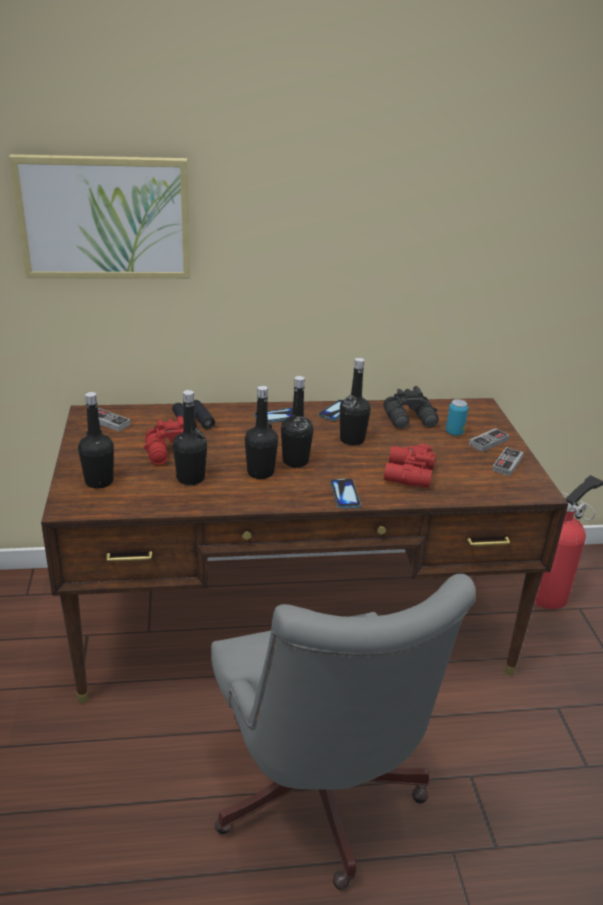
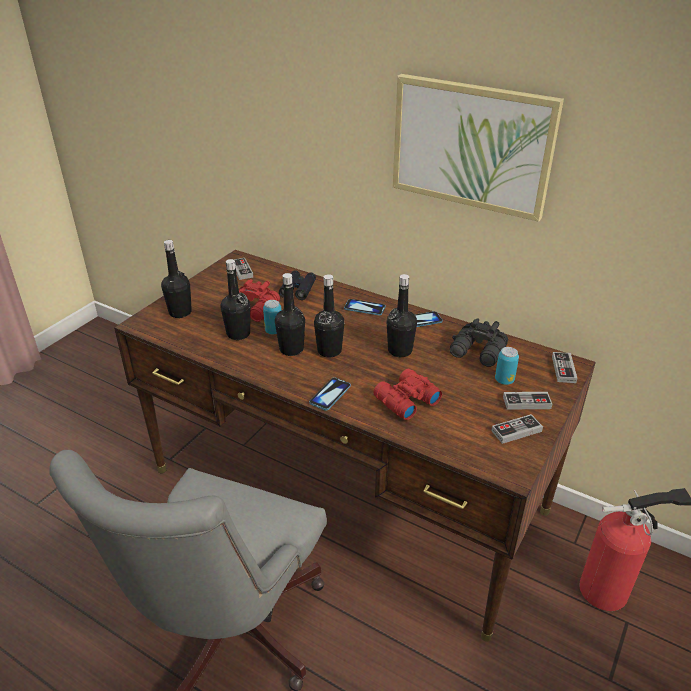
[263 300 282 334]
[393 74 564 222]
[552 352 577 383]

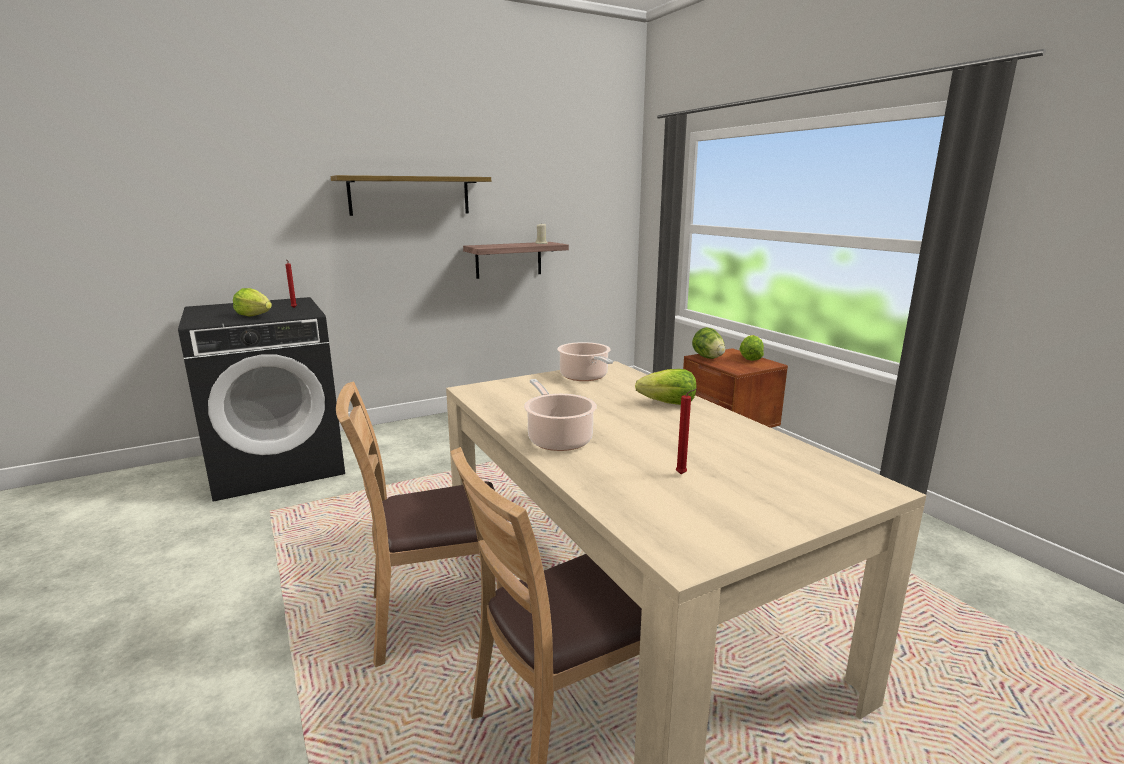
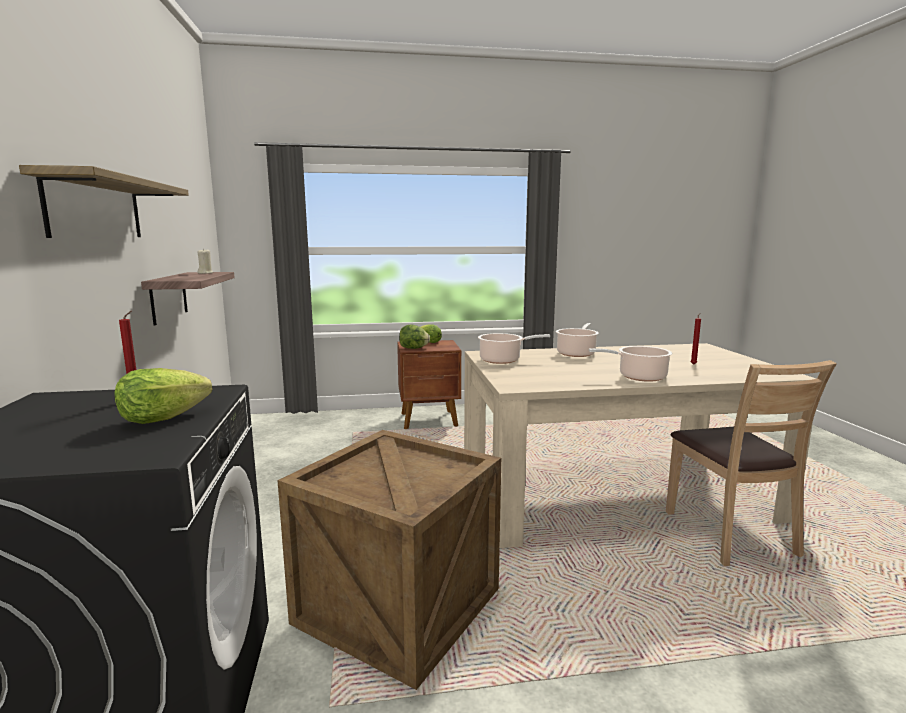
[277 430 501 690]
[556 323 599 357]
[336 381 507 667] (first image)

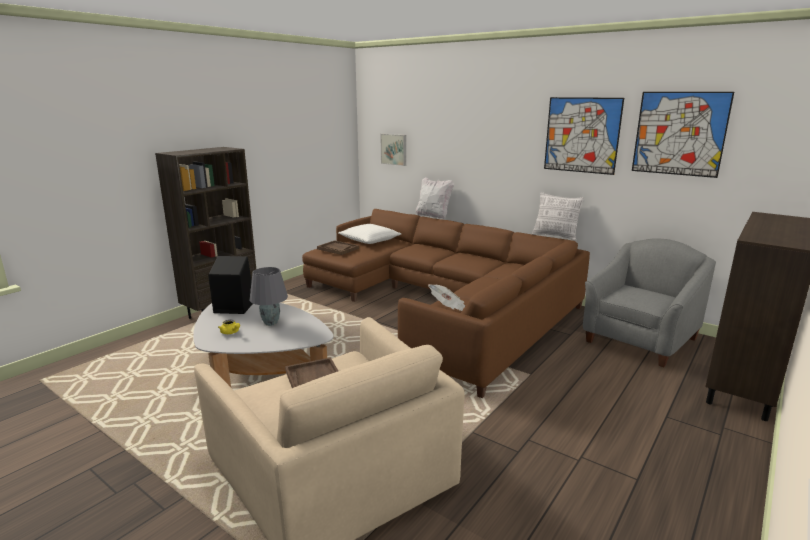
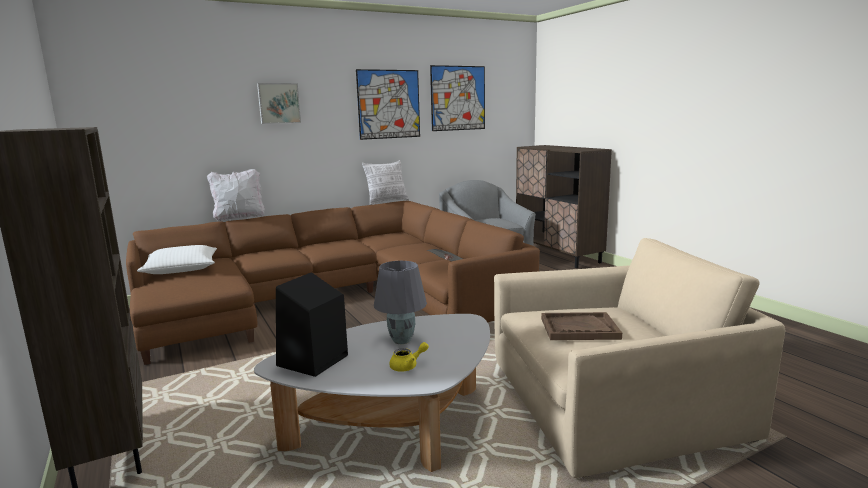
[257 83 301 124]
[317 240 359 255] (first image)

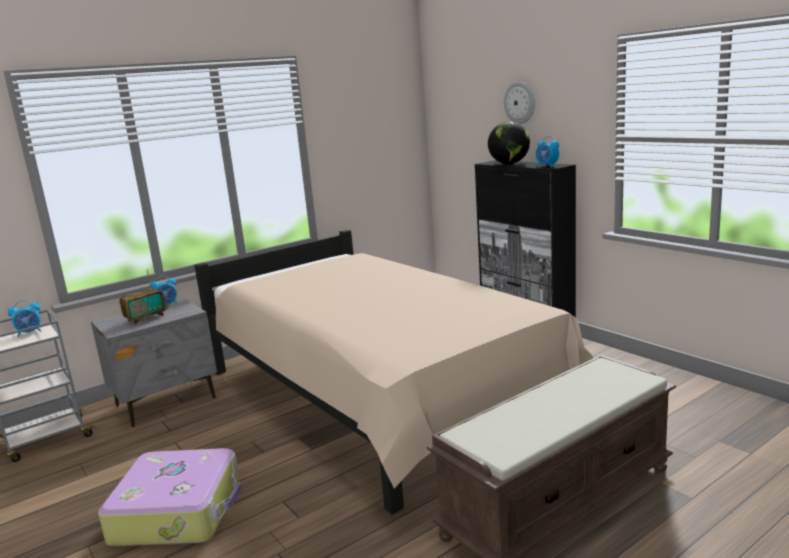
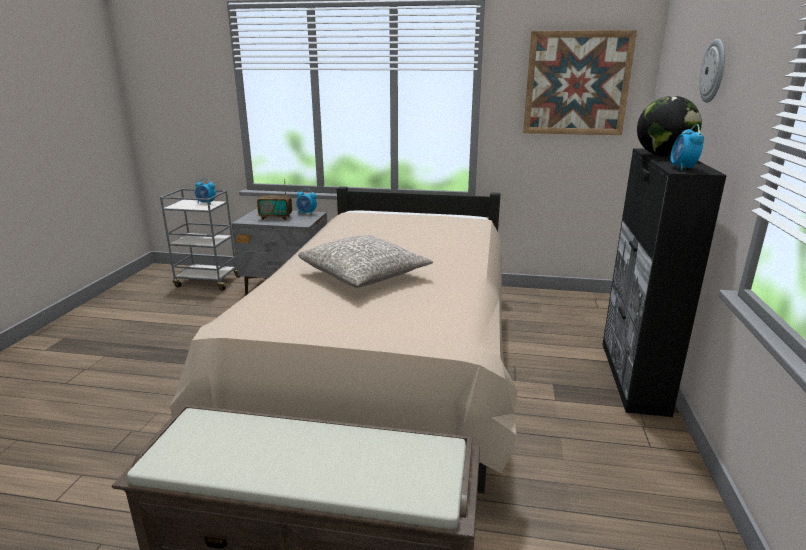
[298 236 433 288]
[523 30 637 135]
[98 448 242 546] (first image)

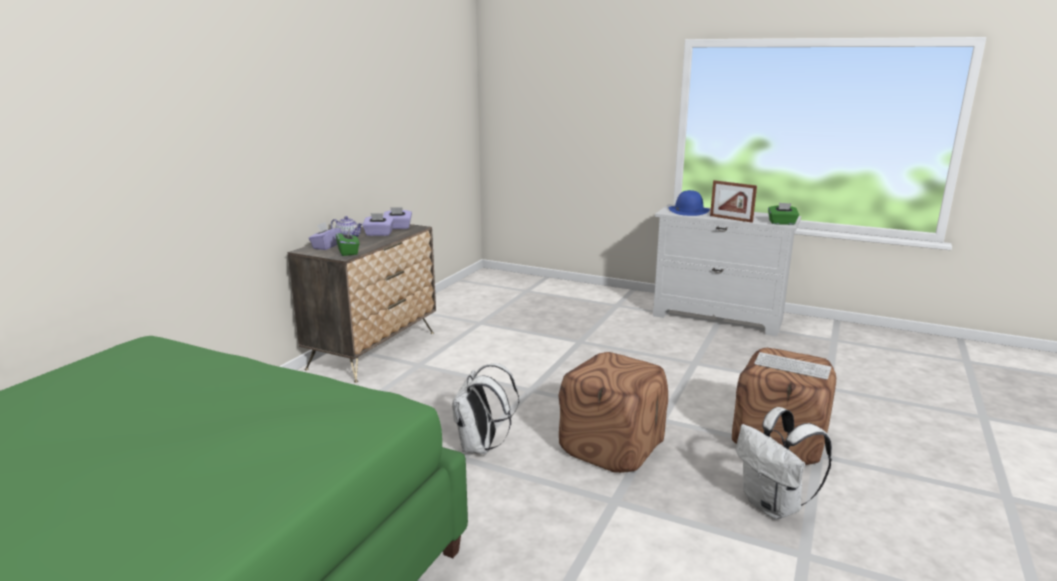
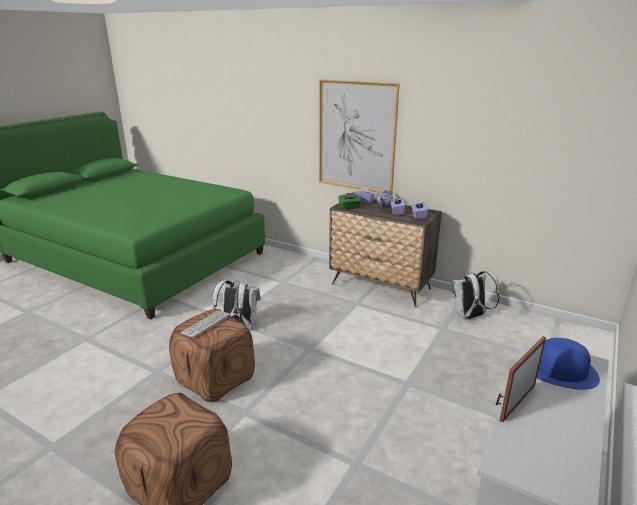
[181 310 230 338]
[319 79 400 194]
[452 271 500 320]
[768 203 799 225] (first image)

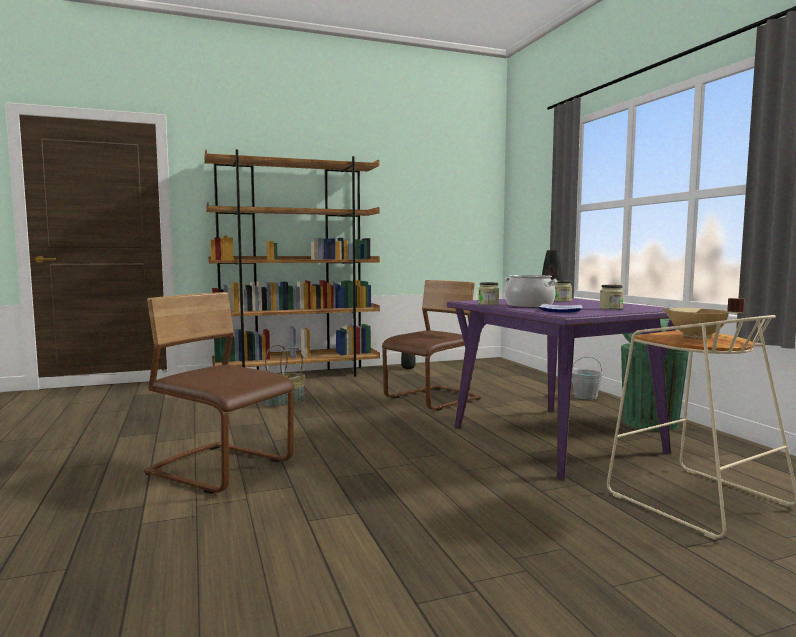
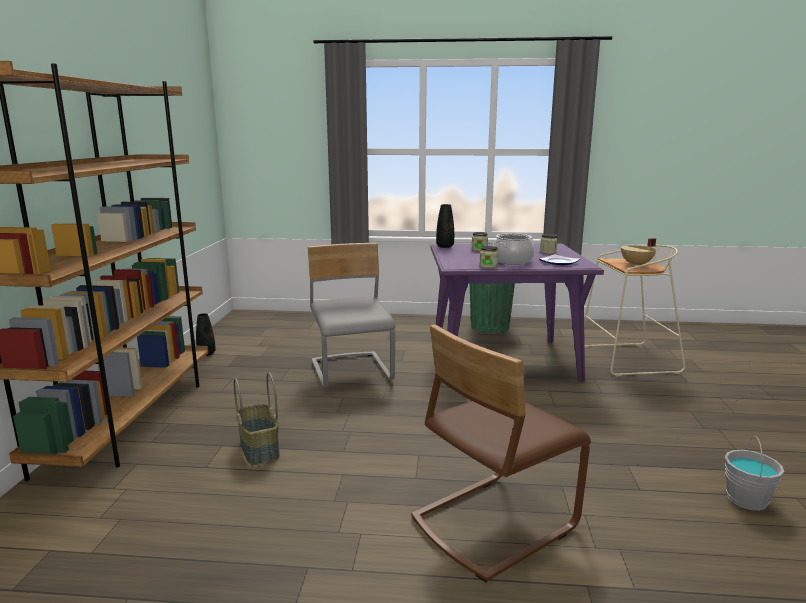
[308 243 395 388]
[725 436 784 511]

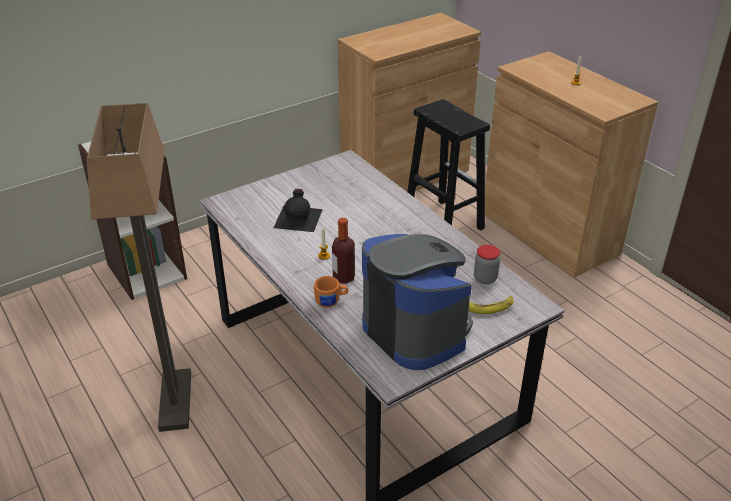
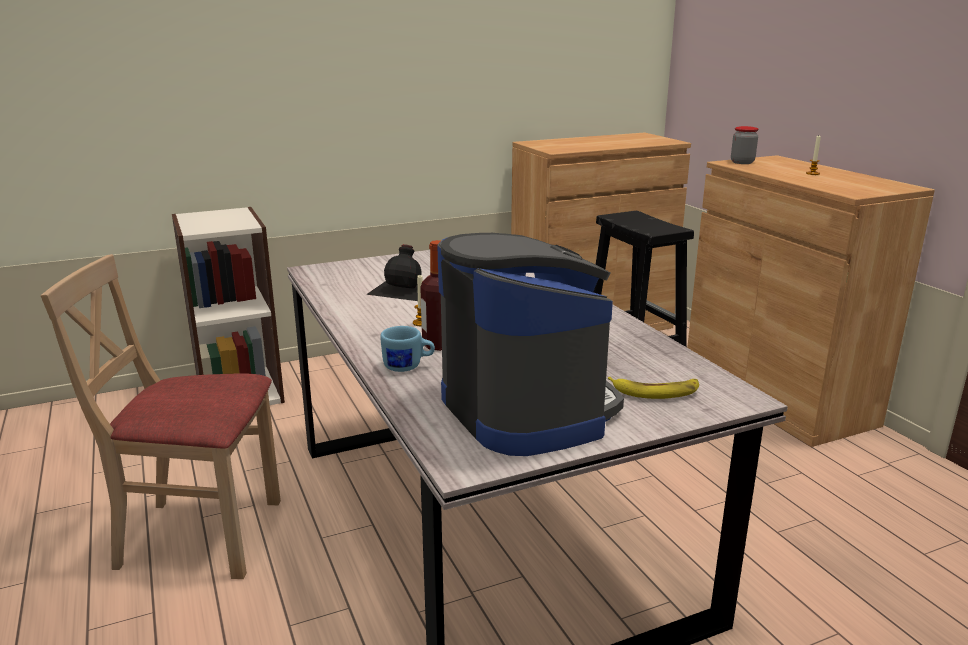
[41 254 281 579]
[381 326 435 372]
[731 126 758 164]

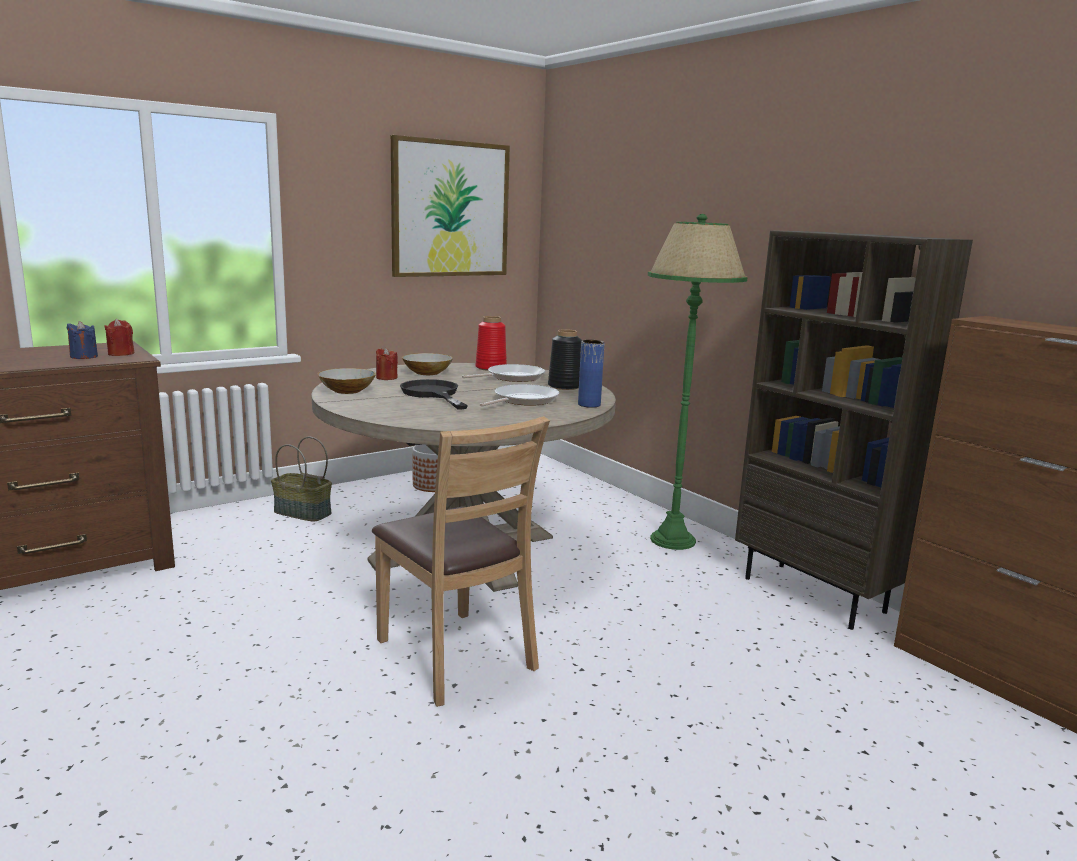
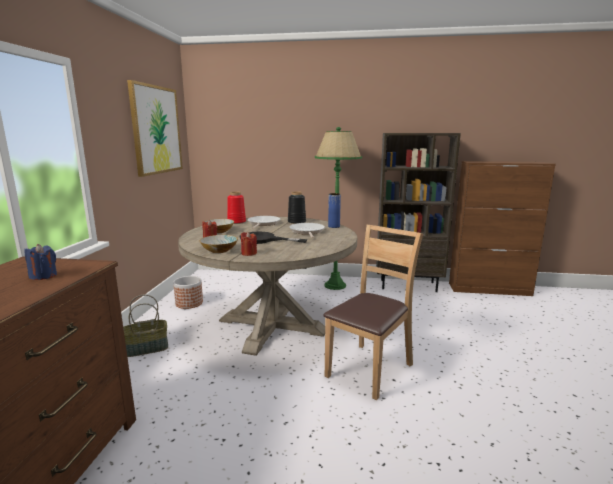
[241 232 257 256]
[323 225 423 400]

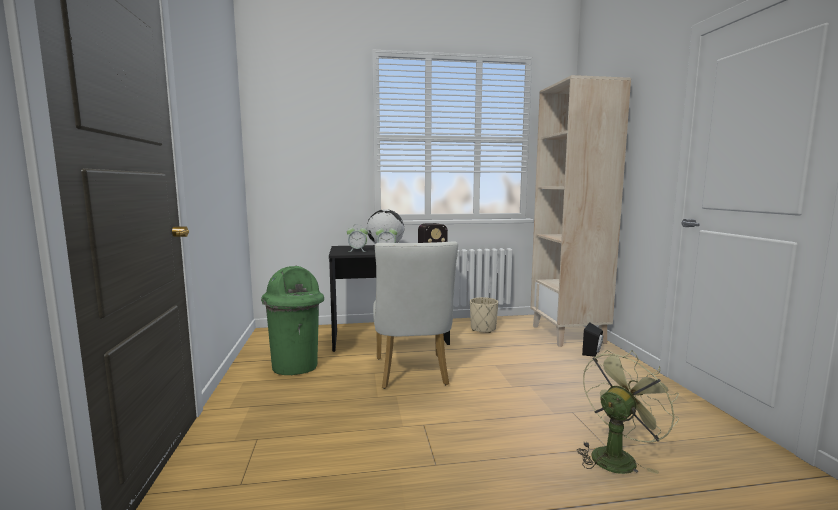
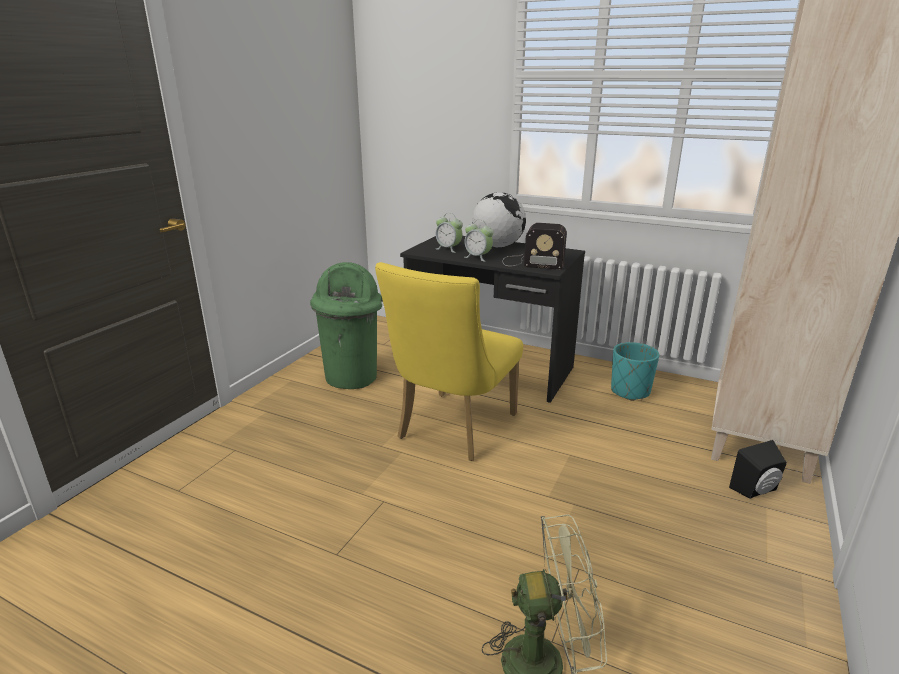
[375 262 523 461]
[611 342 659 401]

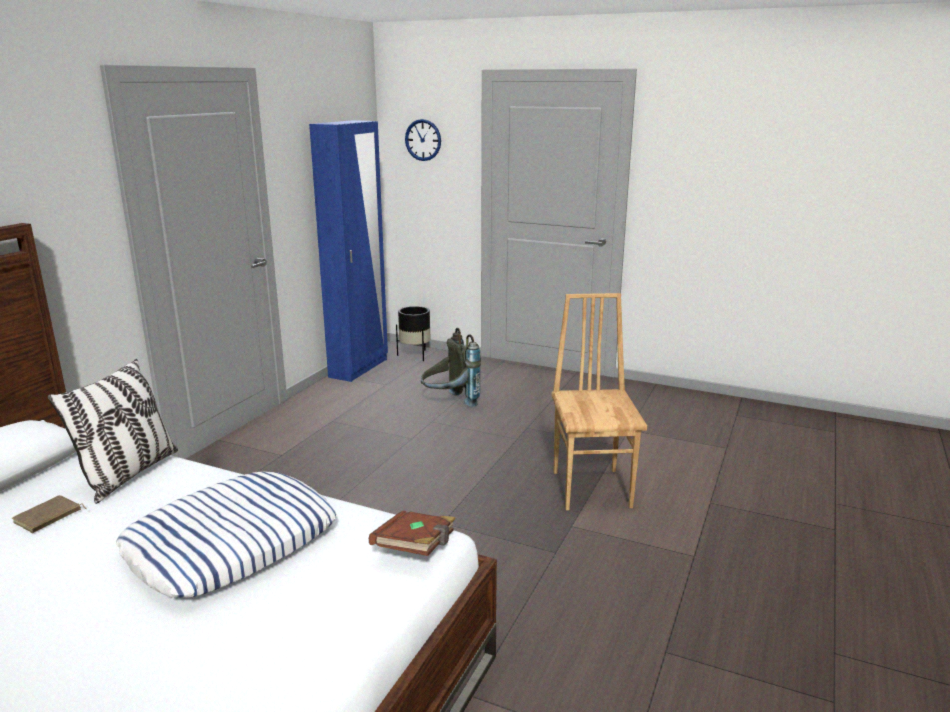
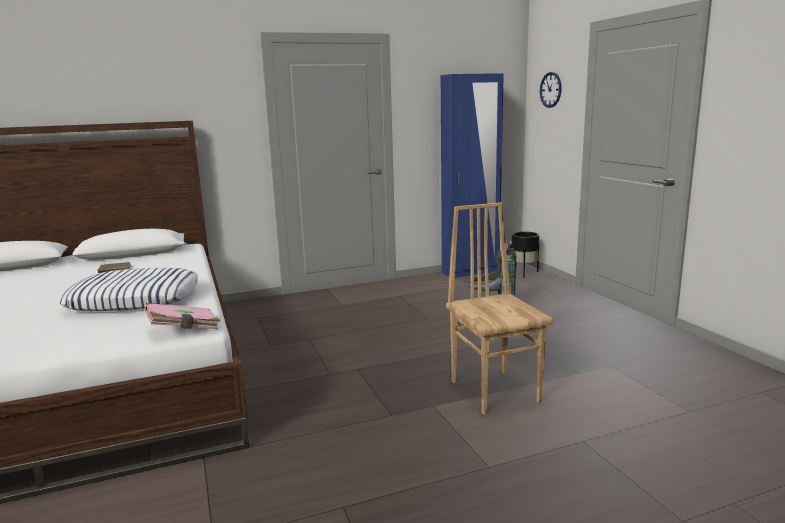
[144 303 220 330]
[446 202 553 415]
[47 359 178 504] (first image)

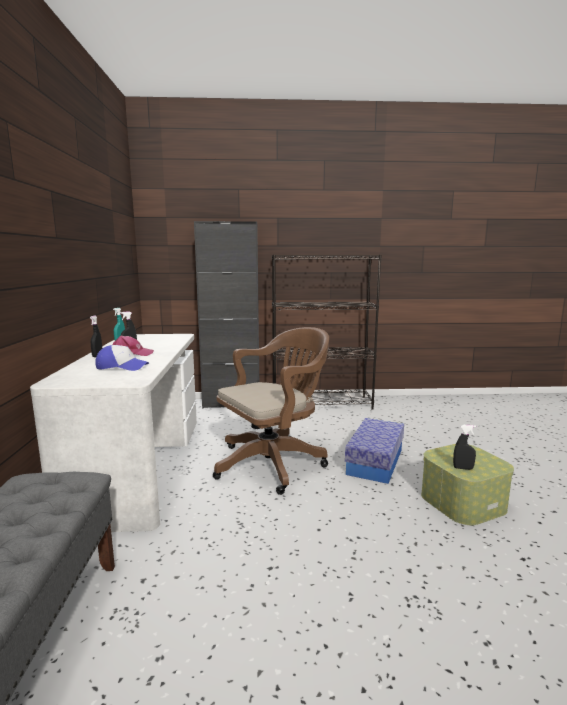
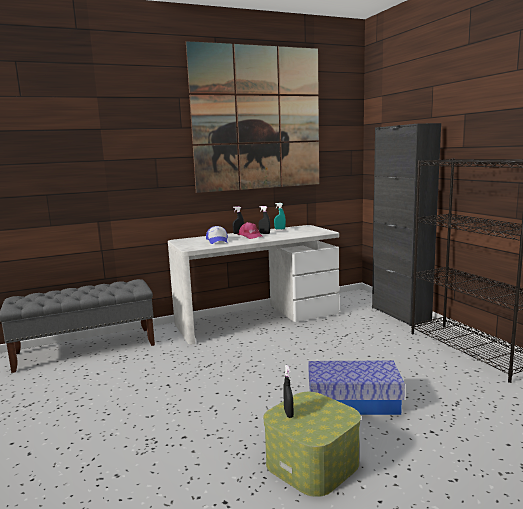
[186 41 319 193]
[213 327 329 495] (first image)

